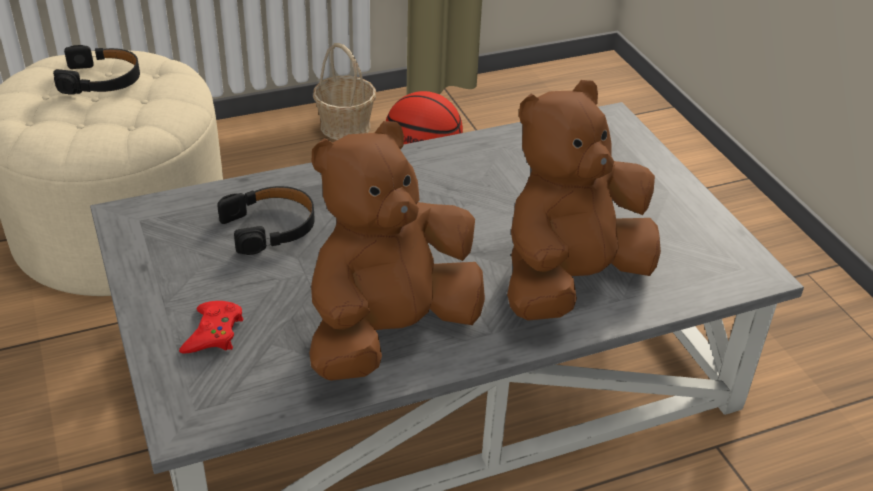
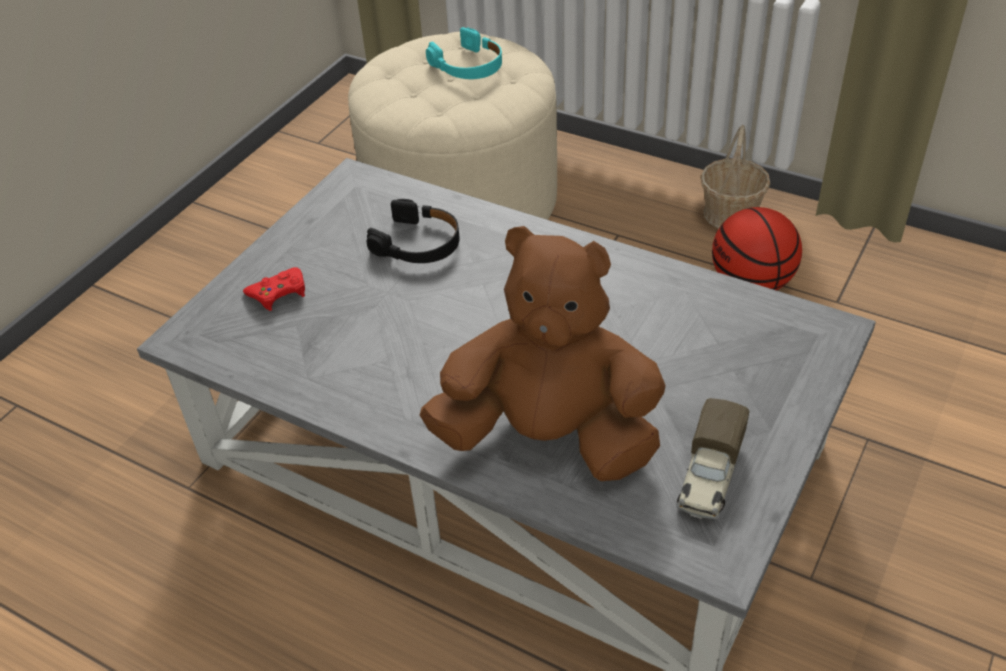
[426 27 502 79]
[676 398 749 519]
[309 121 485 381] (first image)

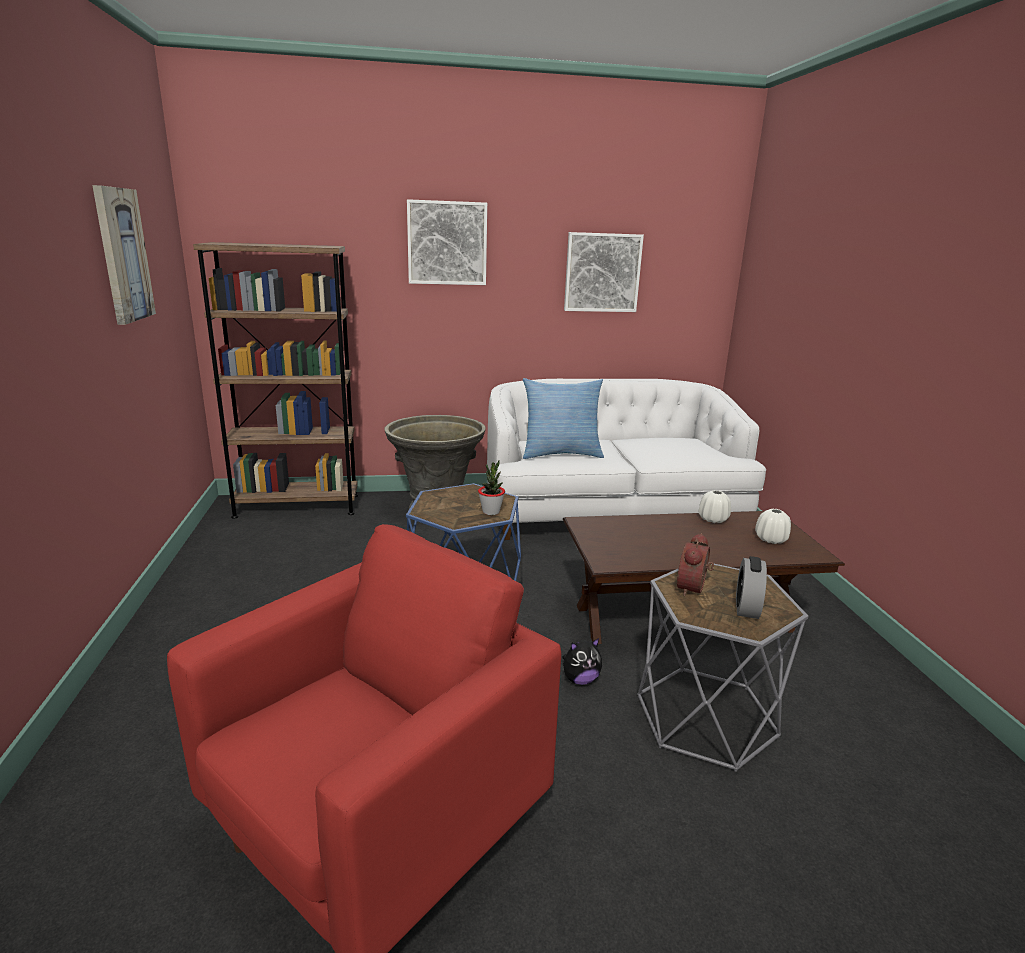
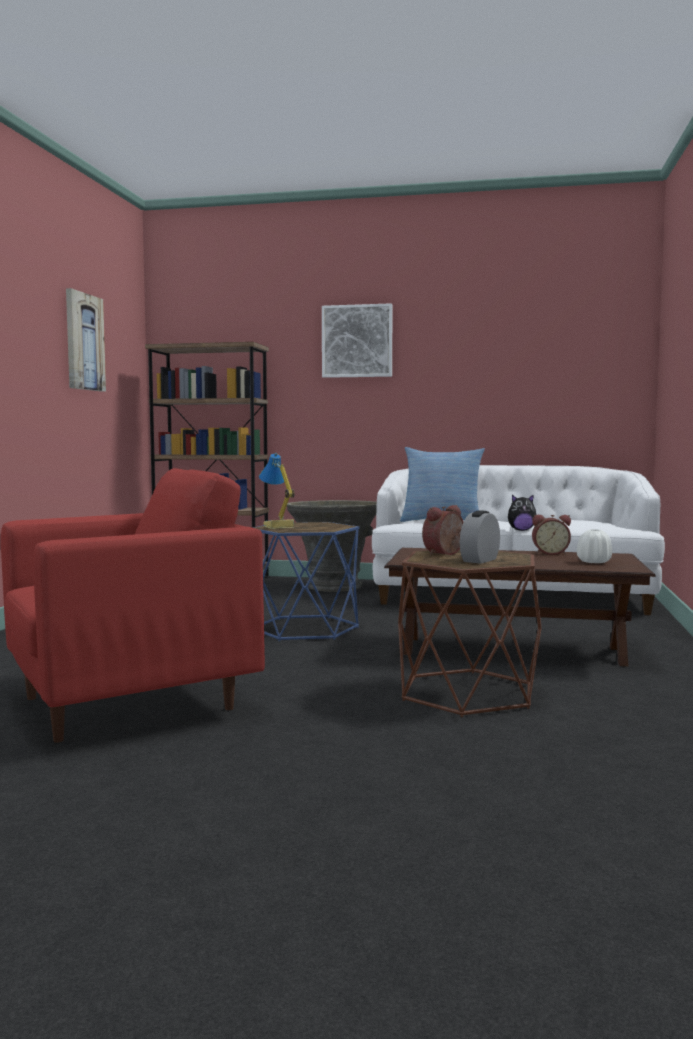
[259 453 295 529]
[398 549 542 717]
[508 494 536 531]
[532 515 571 555]
[478 460 505 515] (first image)
[564 232 644 312] (first image)

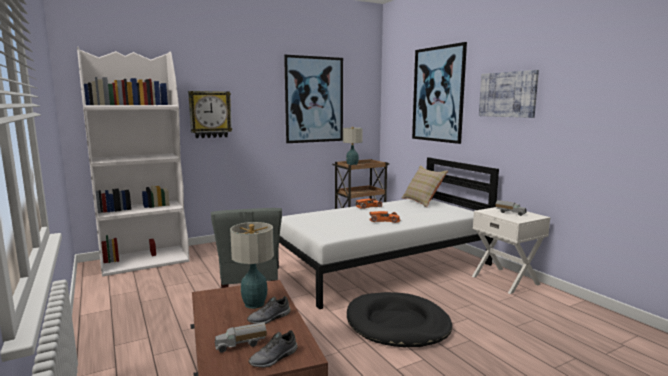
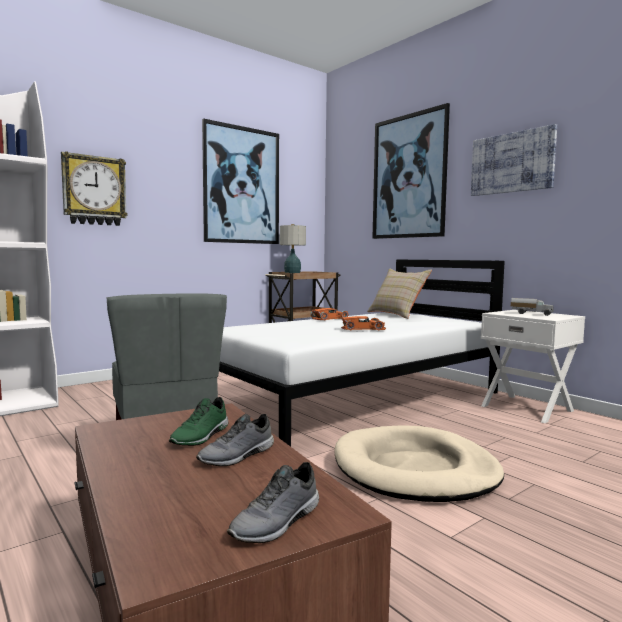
[169 397 229 446]
[335 425 504 502]
[215 322 267 353] (first image)

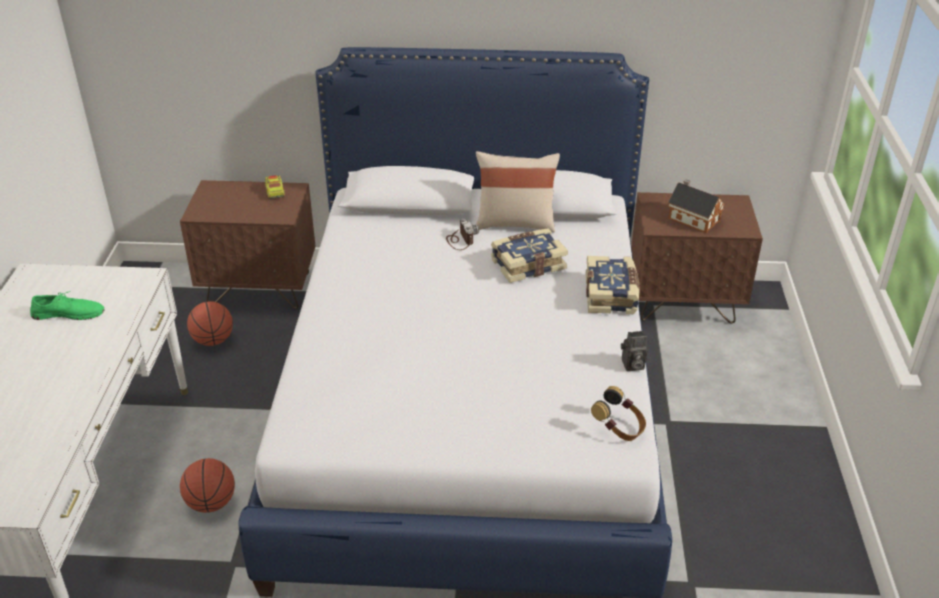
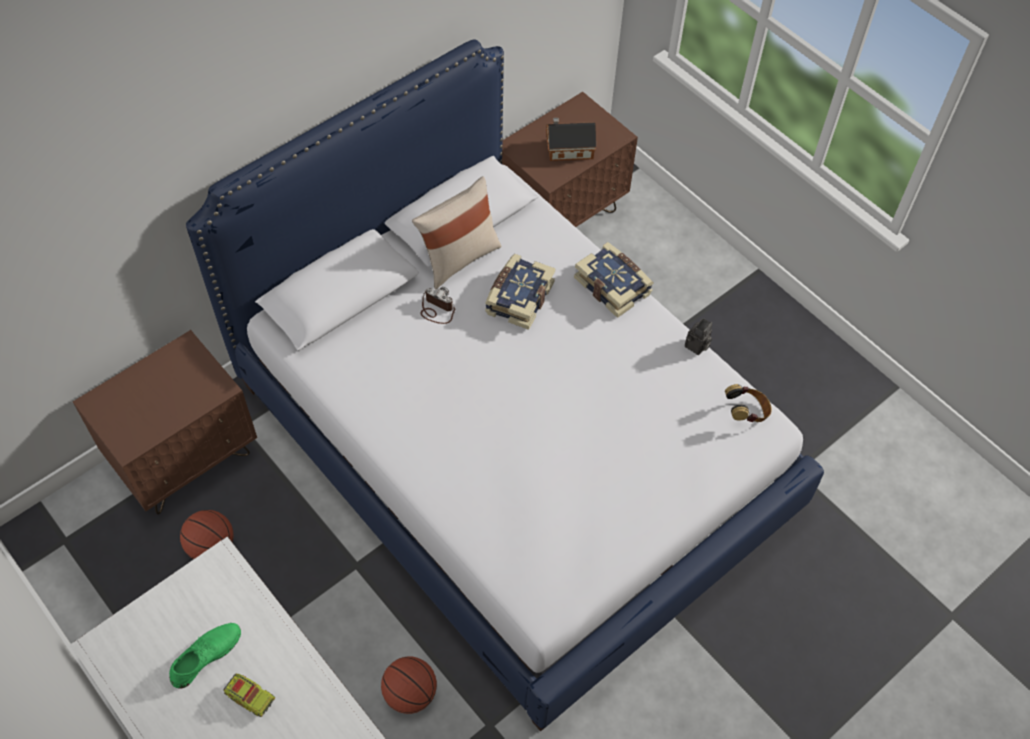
[223 674 275 717]

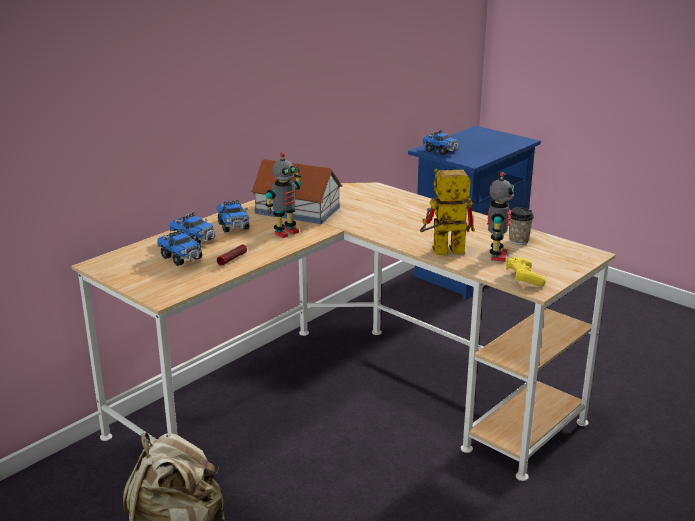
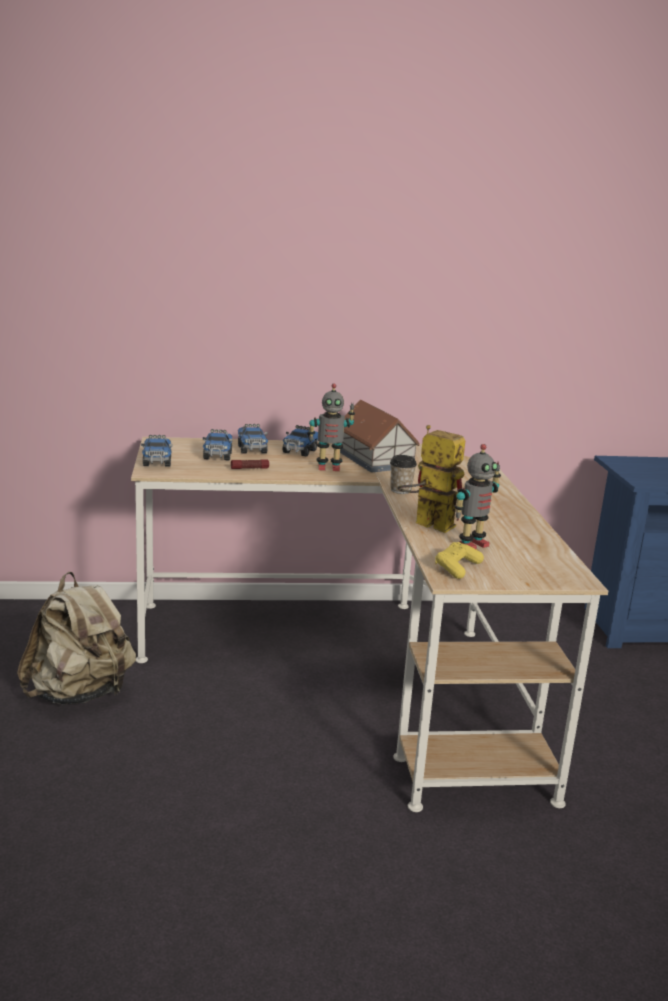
[141 435 173 467]
[390 455 417 494]

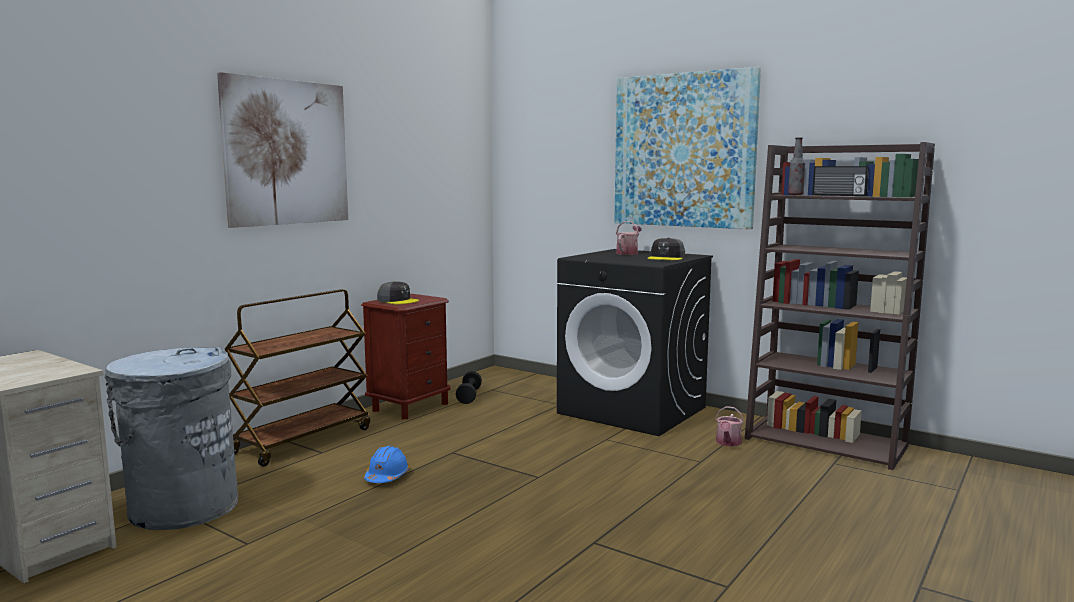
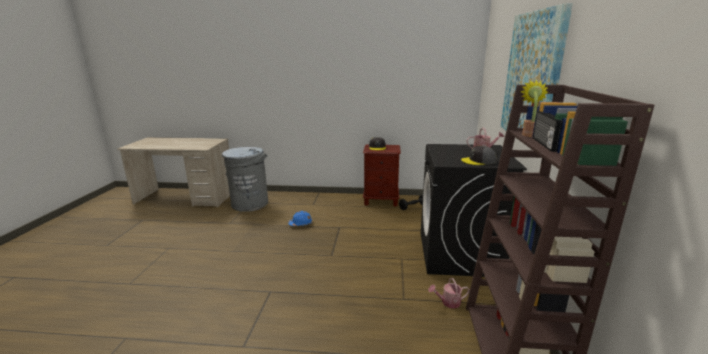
[520 79 548 137]
[217 72 348 228] (first image)
[224 289 370 467] (first image)

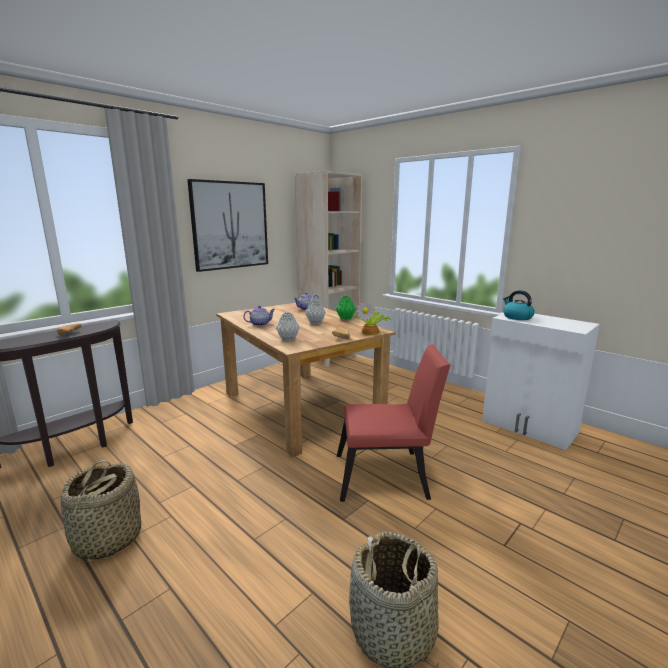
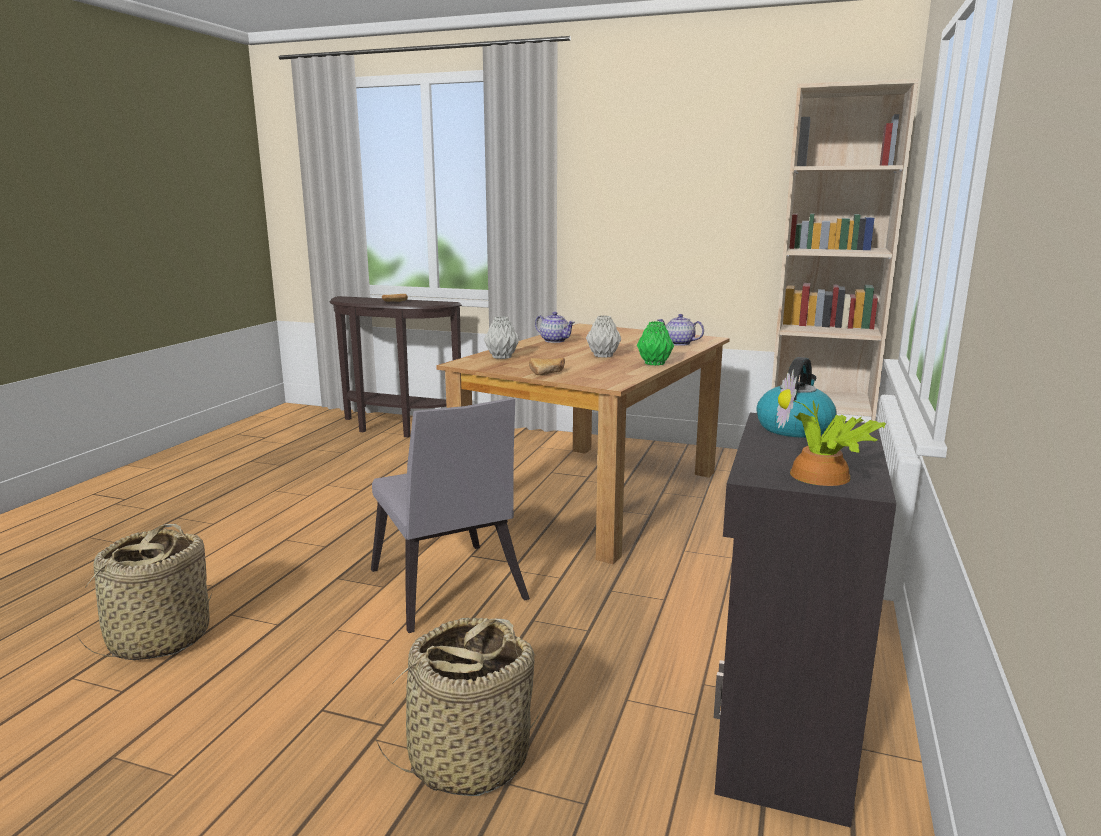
[371 398 530 633]
[375 618 541 796]
[714 413 896 828]
[777 369 886 486]
[187 179 268 272] (first image)

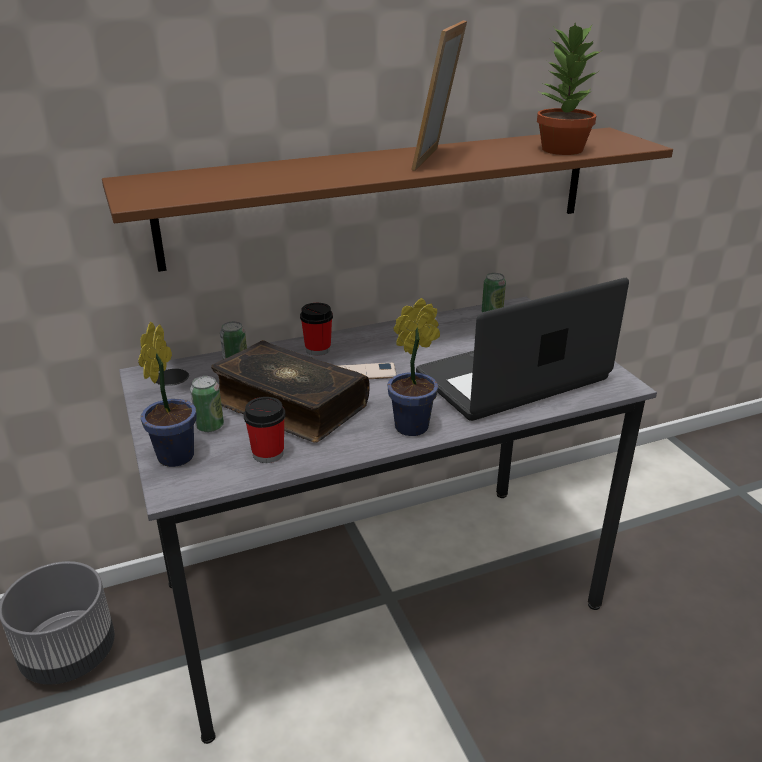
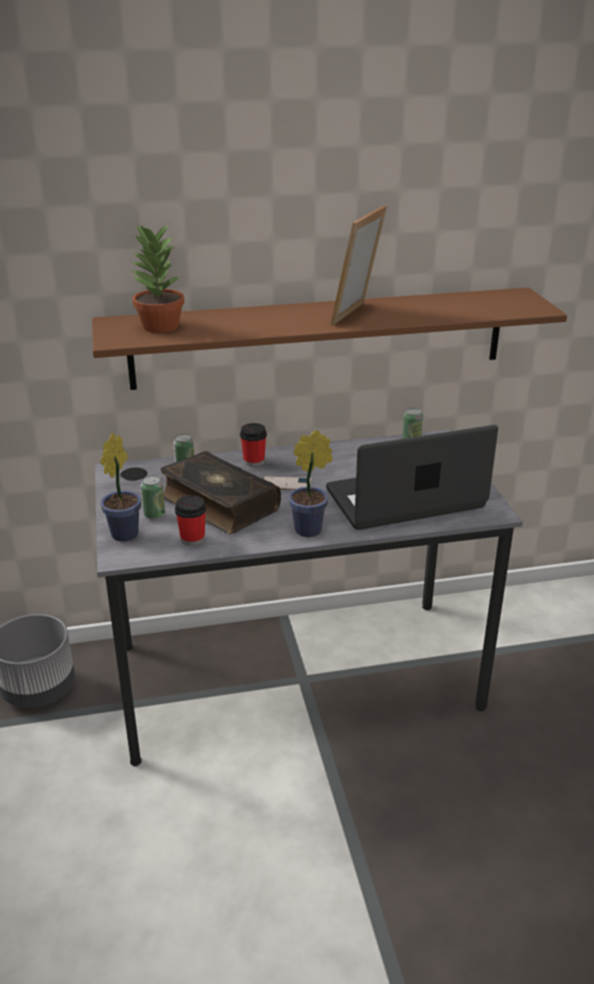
[130 224 184 333]

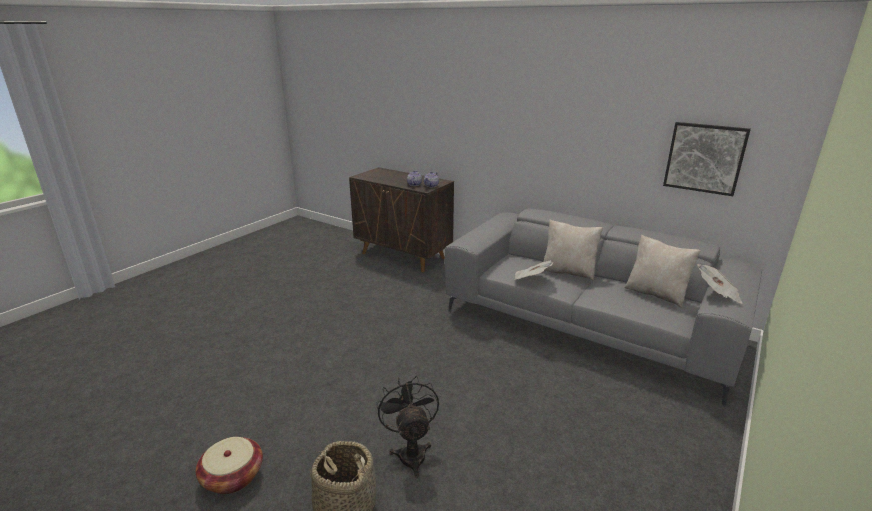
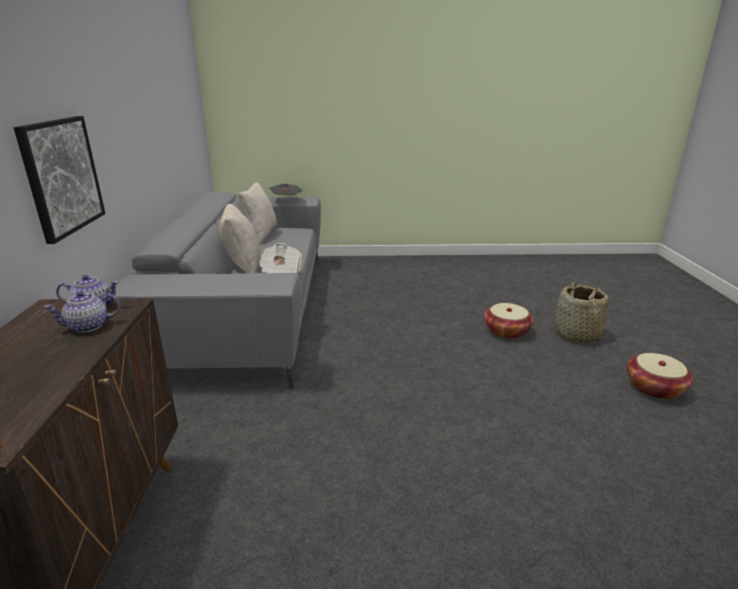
[14 116 106 244]
[484 303 533 339]

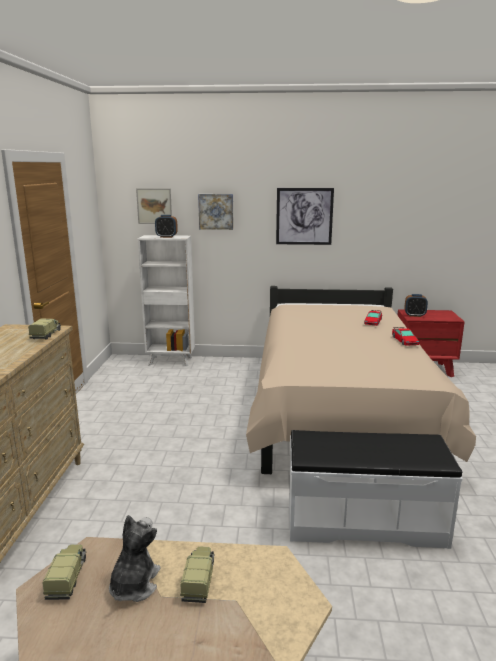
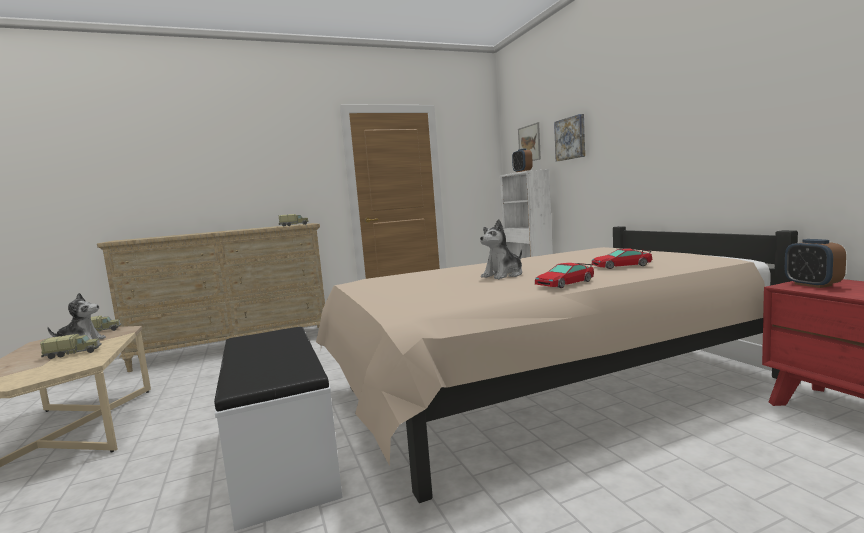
[480 219 522 279]
[276 188 334 245] (first image)

